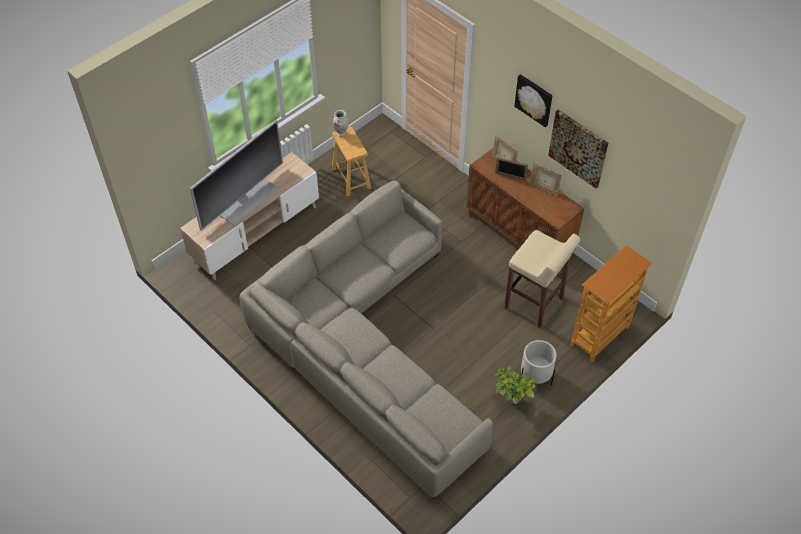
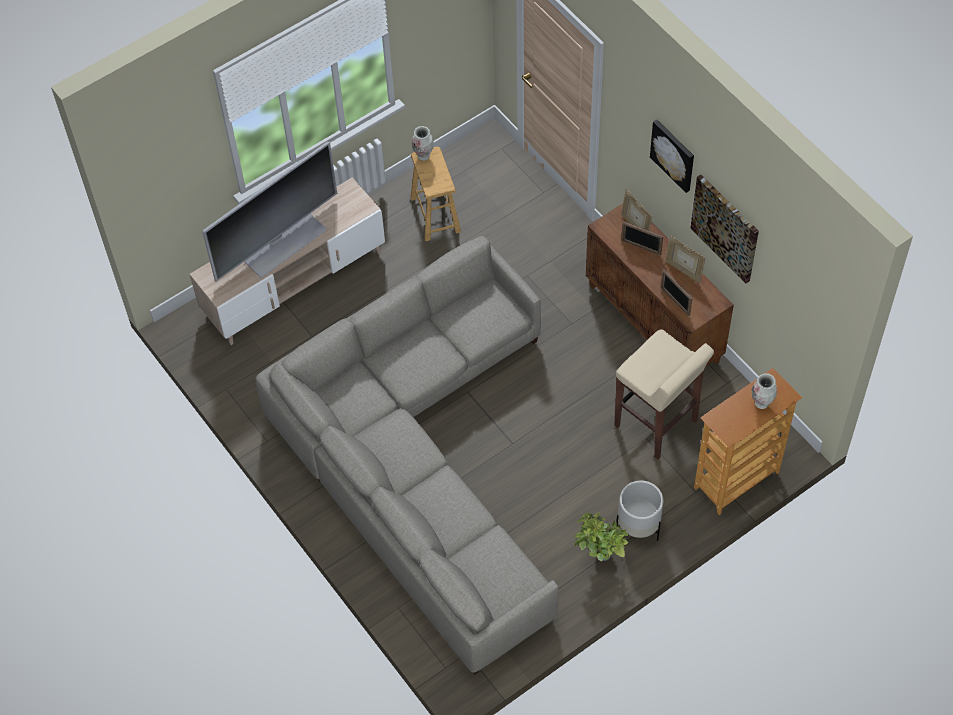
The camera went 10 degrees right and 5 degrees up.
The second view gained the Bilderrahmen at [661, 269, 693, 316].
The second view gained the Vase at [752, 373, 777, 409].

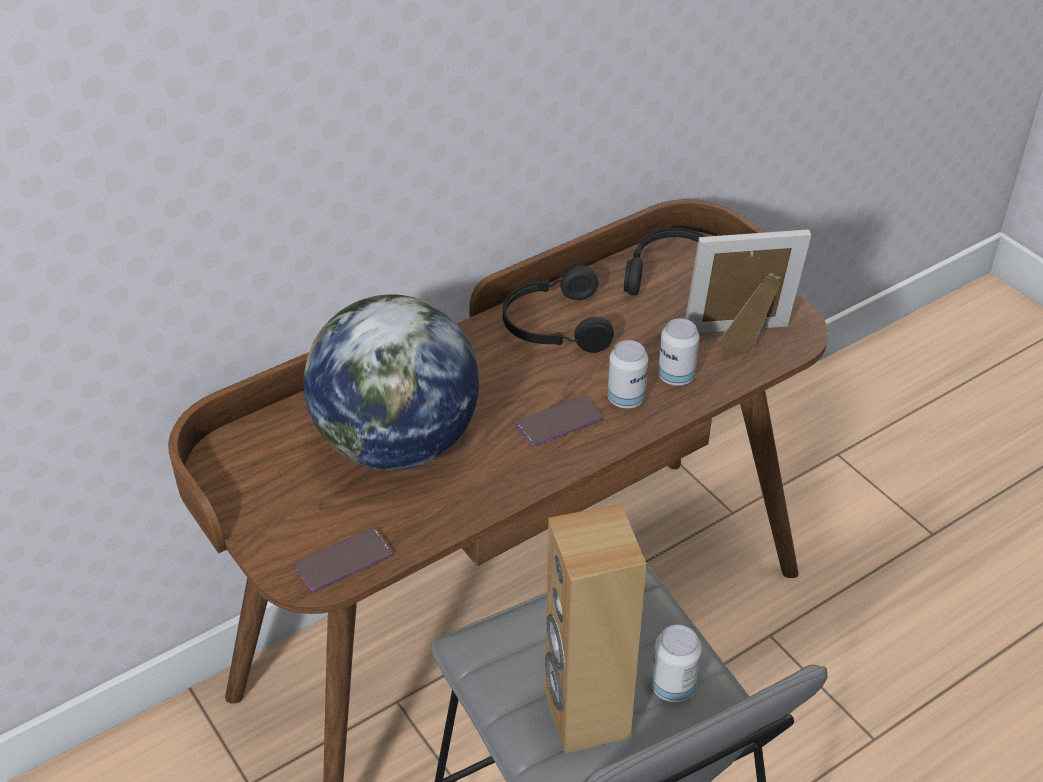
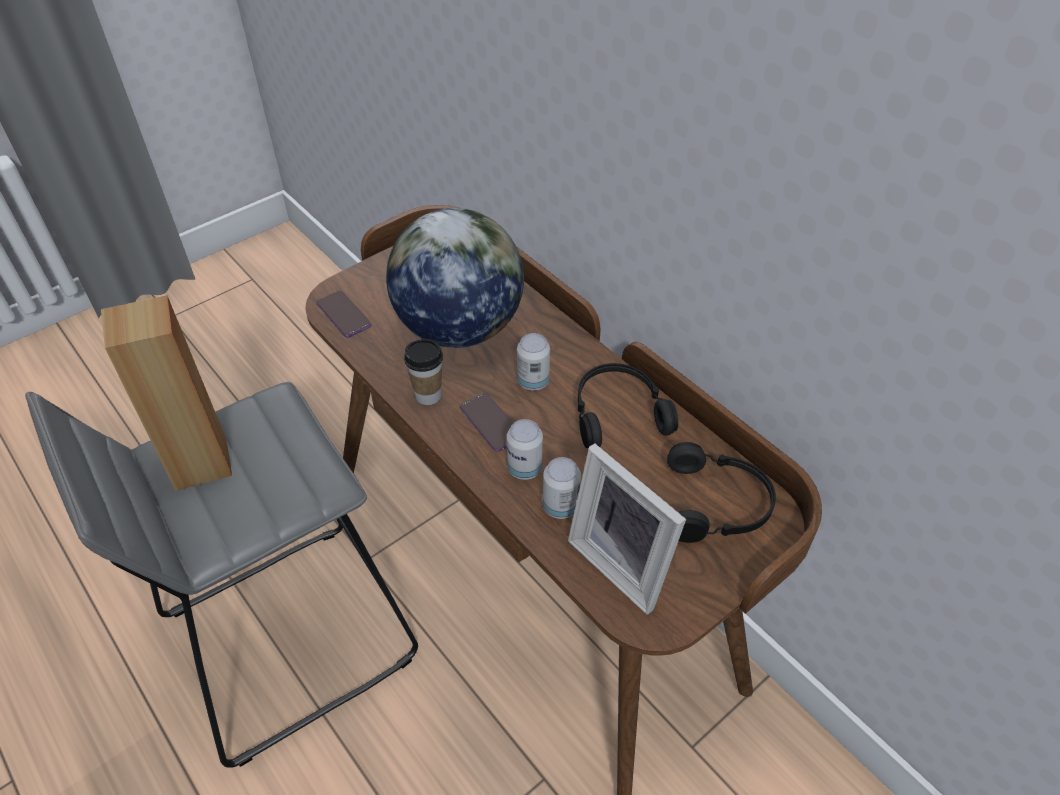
The camera went 85 degrees right and 5 degrees up.
The second view gained the Tasse at [404, 339, 443, 405].
The Dose ended up elsewhere, having gone from [651, 625, 702, 702] to [517, 333, 550, 391].
The Bilderrahmen at [685, 229, 811, 358] ended up facing another way, 150 degrees clockwise from before.

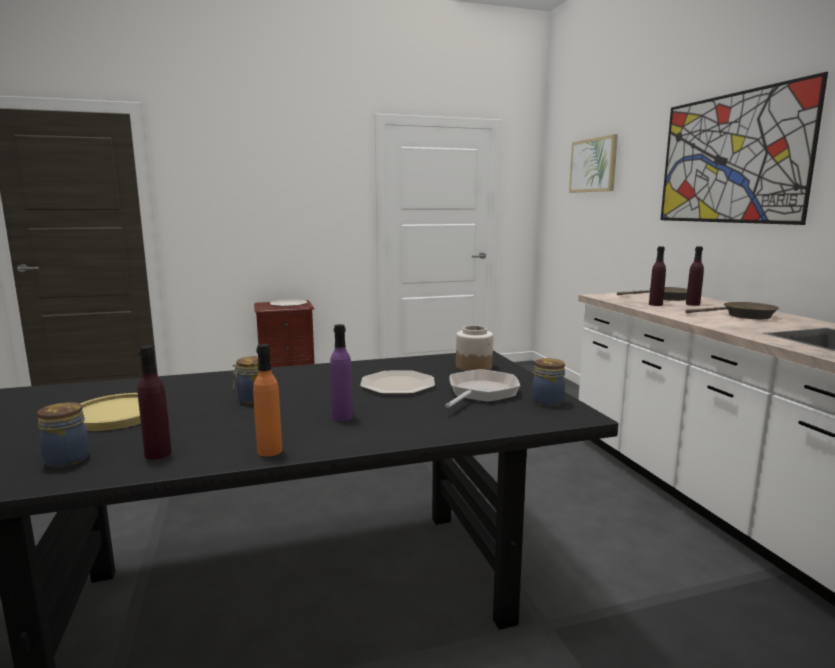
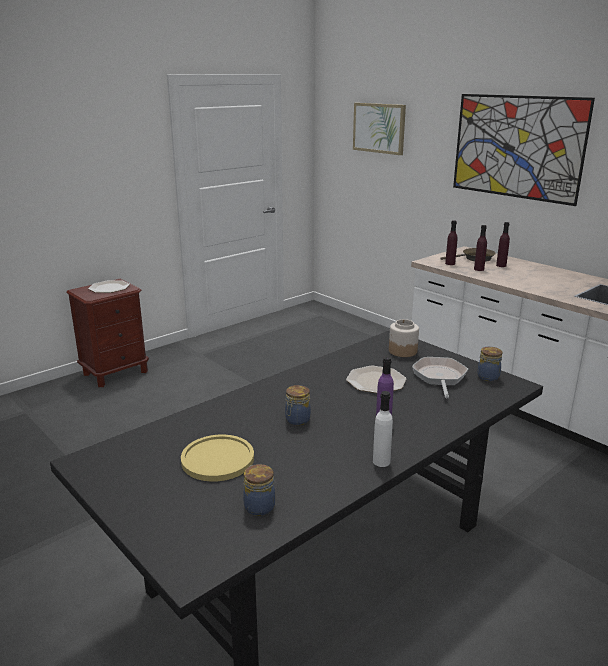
The camera went 25 degrees left and 10 degrees up.
What was the Flasche [orange] at [253, 344, 282, 457] turned into the Flasche [weiß] at [373, 391, 393, 467].
The Flasche [lila] ended up elsewhere, having gone from [138, 346, 172, 460] to [445, 220, 458, 265].
The second view lost the Pfanne [braun] at [686, 302, 779, 319].

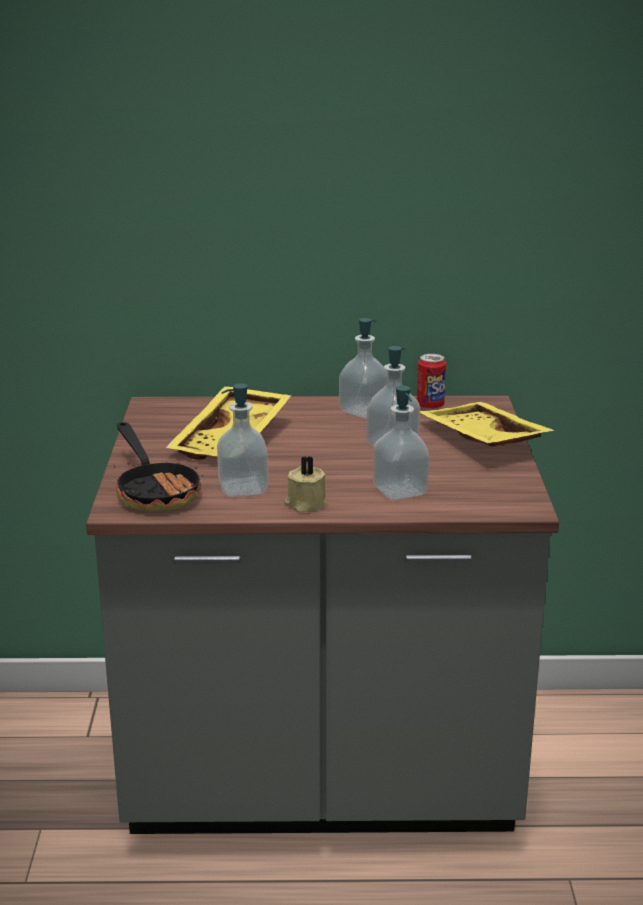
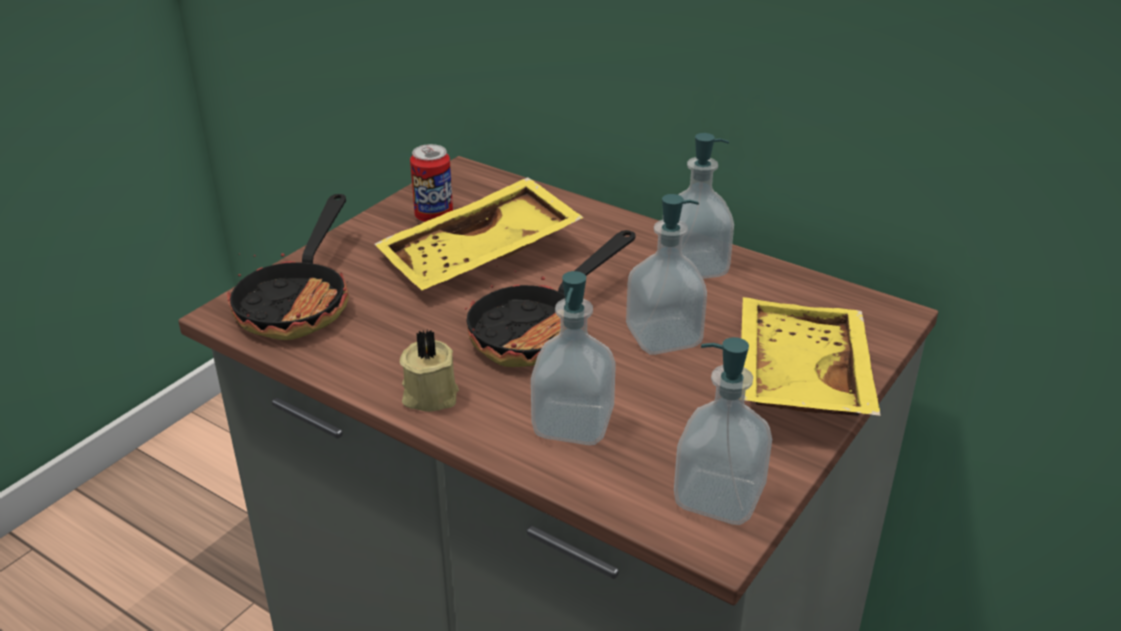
The camera went 35 degrees right and 10 degrees up.
The Dose ended up elsewhere, having gone from [417, 354, 446, 410] to [410, 144, 453, 222].
The second view gained the Pfanne at [465, 230, 636, 367].
The Seifenspender ended up elsewhere, having gone from [217, 383, 268, 497] to [674, 337, 772, 525].

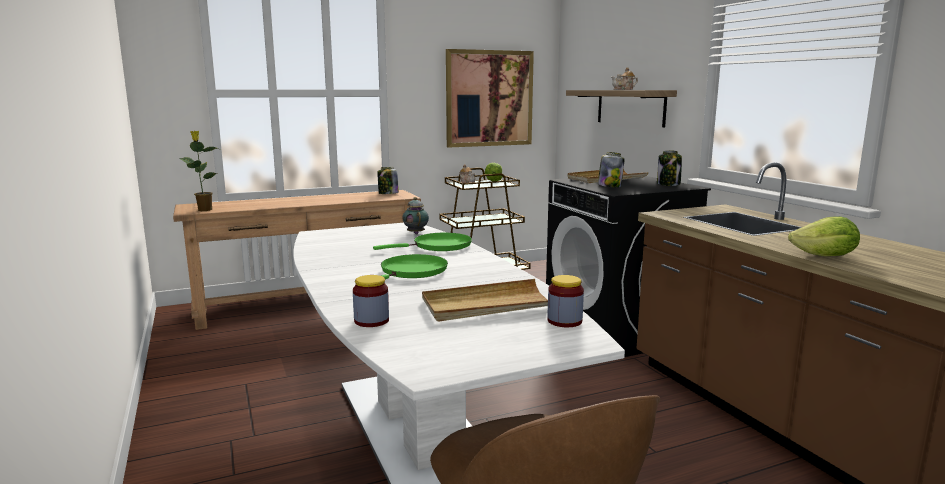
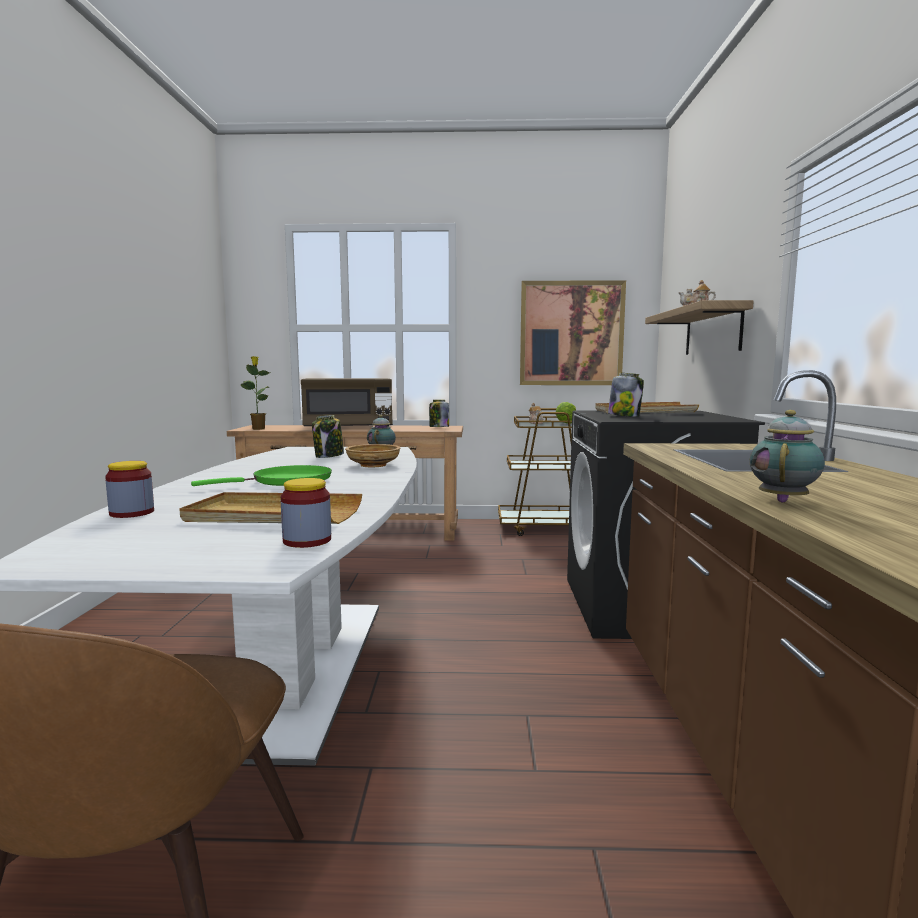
The camera went 25 degrees right and 5 degrees down.
The second view gained the Mikrowelle [braun] at [301, 378, 393, 427].
The Vorratsglas ended up elsewhere, having gone from [657, 150, 682, 186] to [312, 415, 344, 458].
Where the Pfanne [grün] stood at [373, 233, 472, 251], the Schüssel [beige] came to stand at [345, 444, 401, 467].
Where the Salatkopf stood at [788, 216, 860, 256], the Teekanne came to stand at [750, 410, 825, 502].

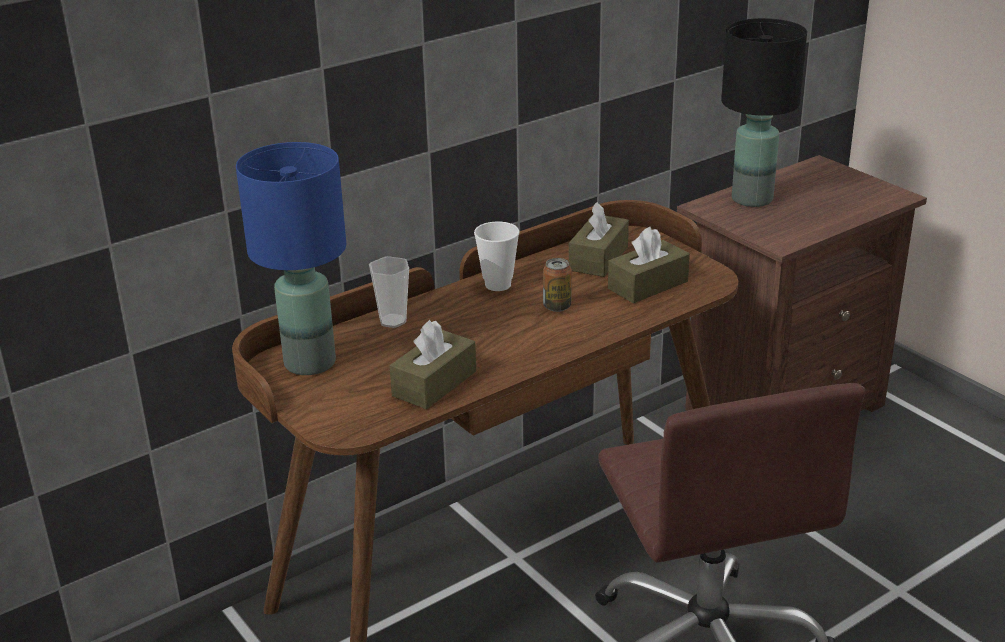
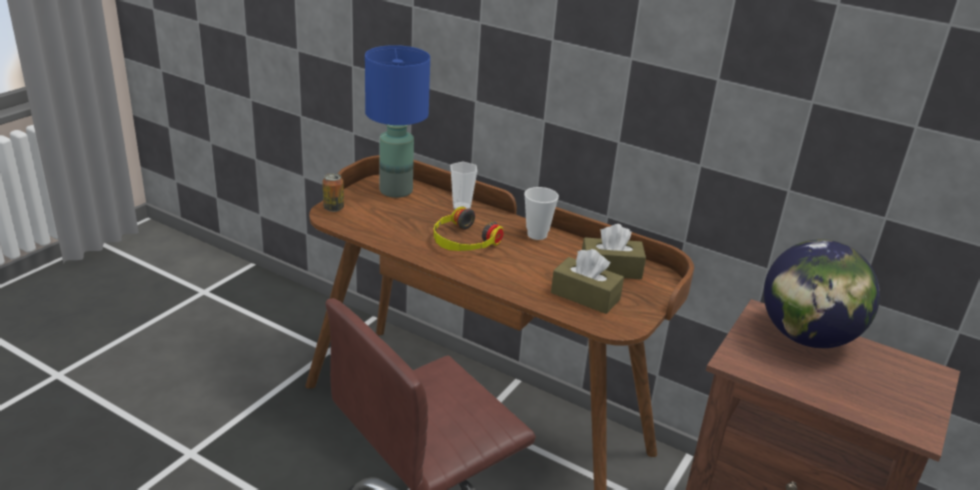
The camera went 65 degrees right and 0 degrees up.
The Dose ended up elsewhere, having gone from [543, 258, 572, 312] to [322, 173, 344, 212].
The second view gained the Kopfhörer at [433, 207, 504, 251].
Where the Tischlampe [schwarz] stood at [721, 18, 807, 207], the Globus came to stand at [764, 239, 880, 348].
The second view lost the Taschentuchbox [braun] at [389, 320, 476, 409].

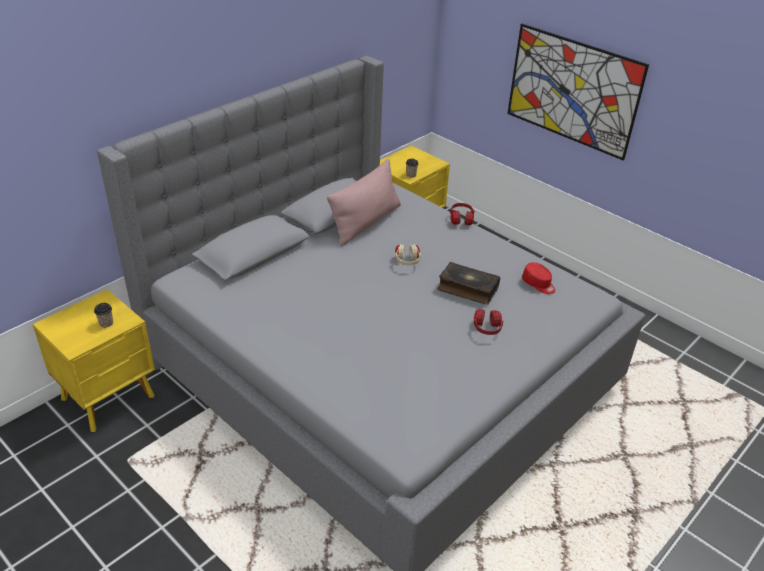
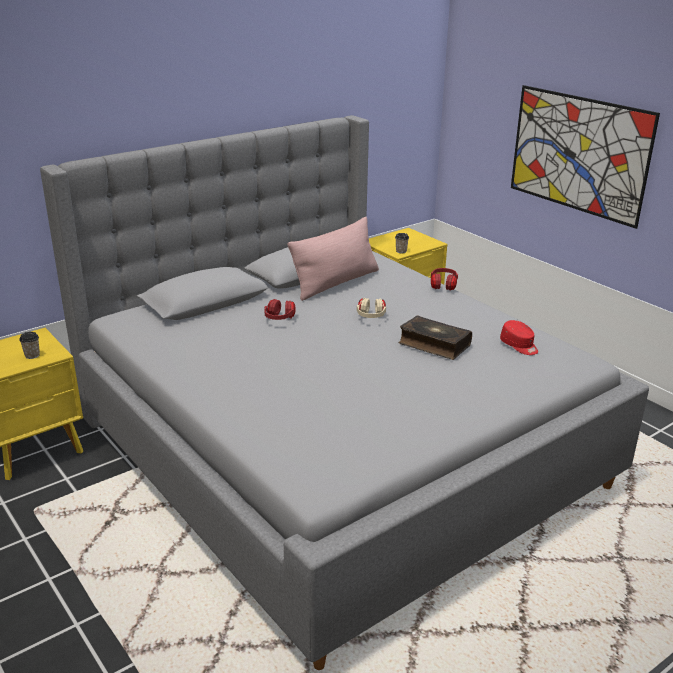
The camera went 10 degrees right and 10 degrees down.
The Kopfhörer [rot] ended up elsewhere, having gone from [474, 309, 503, 335] to [264, 299, 295, 320].

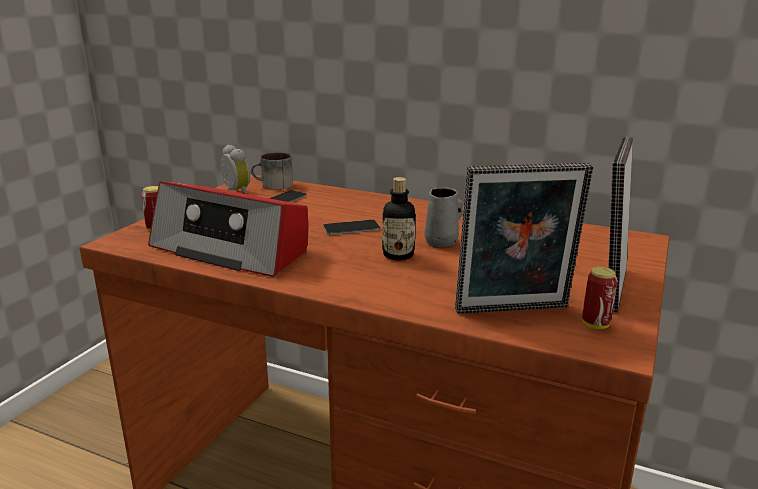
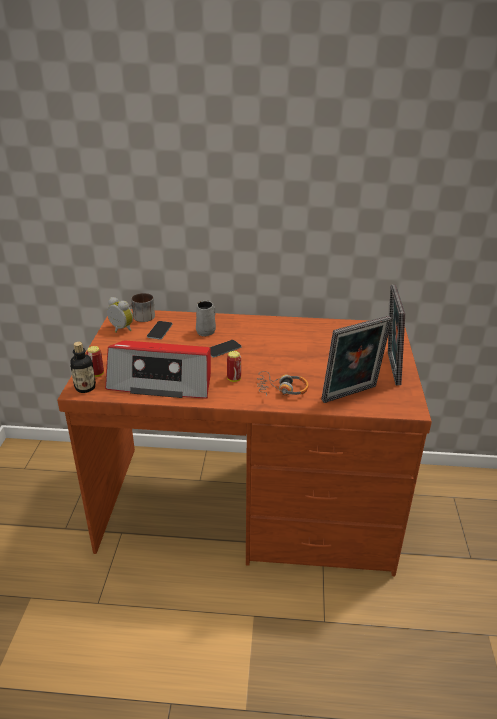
The camera went 20 degrees left and 10 degrees up.
The Flasche ended up elsewhere, having gone from [382, 177, 416, 261] to [70, 342, 96, 393].
The Henkelbecher [grau] ended up elsewhere, having gone from [424, 187, 463, 247] to [196, 301, 216, 336].
The Dose ended up elsewhere, having gone from [582, 267, 618, 329] to [227, 351, 241, 382].
The second view gained the Kopfhörer at [257, 371, 309, 397].

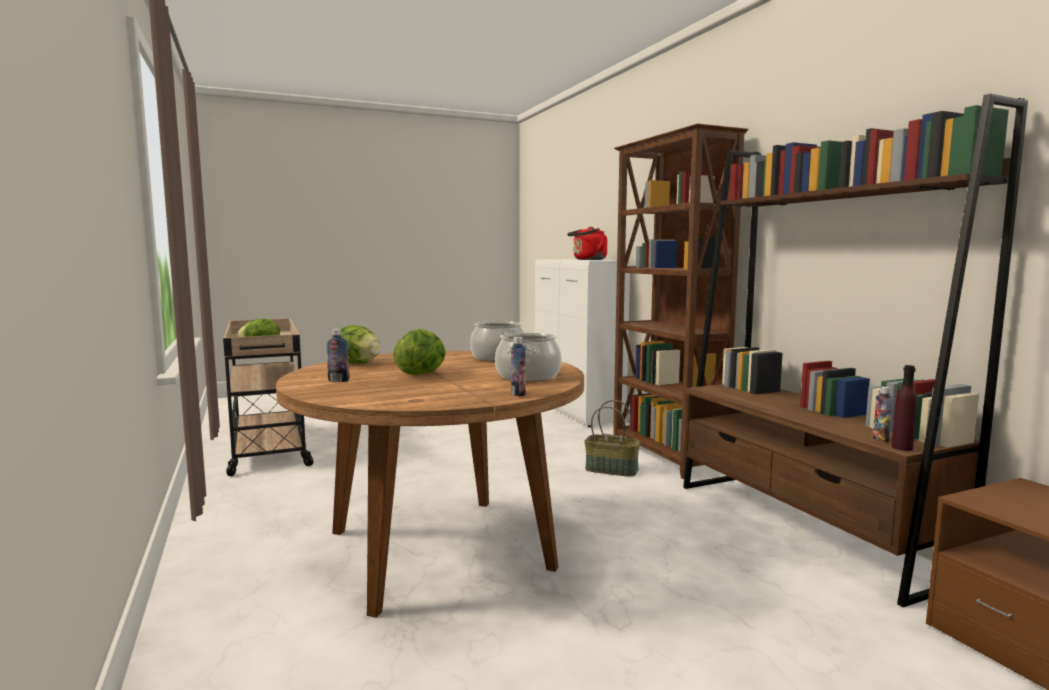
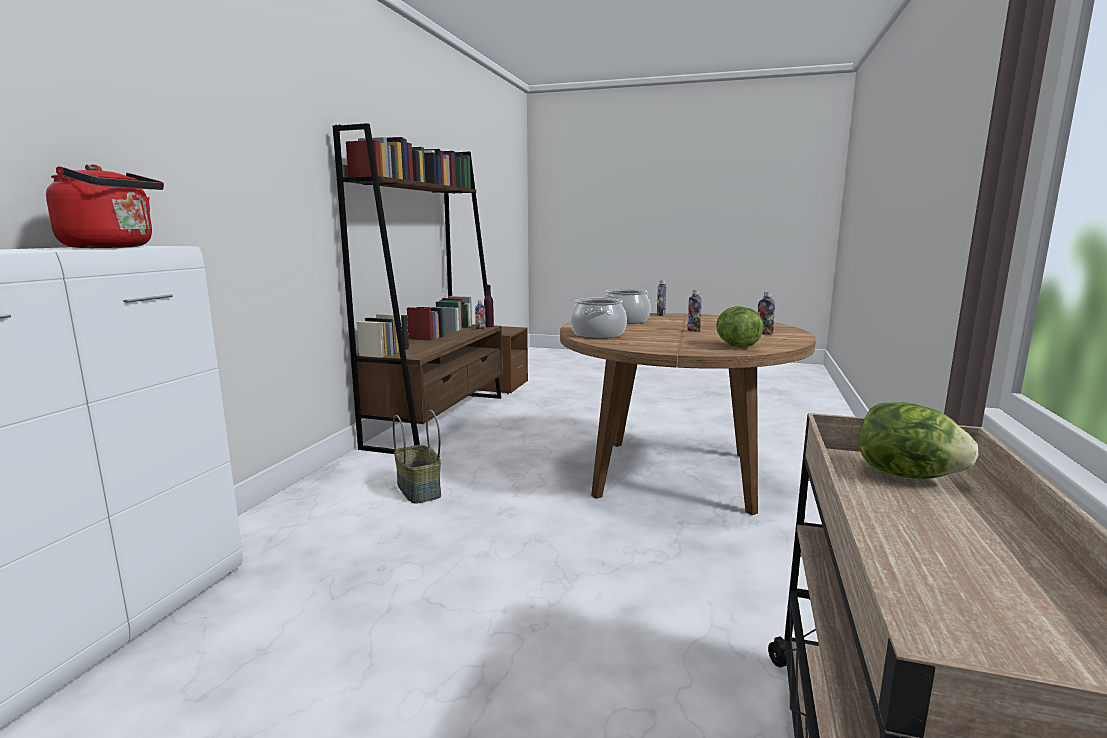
The camera went 140 degrees left and 5 degrees up.
Where the Salatkopf stood at [393, 329, 445, 375], the Flasche came to stand at [687, 290, 702, 332].
The second view lost the Bücherregal [braun] at [613, 124, 748, 479].

